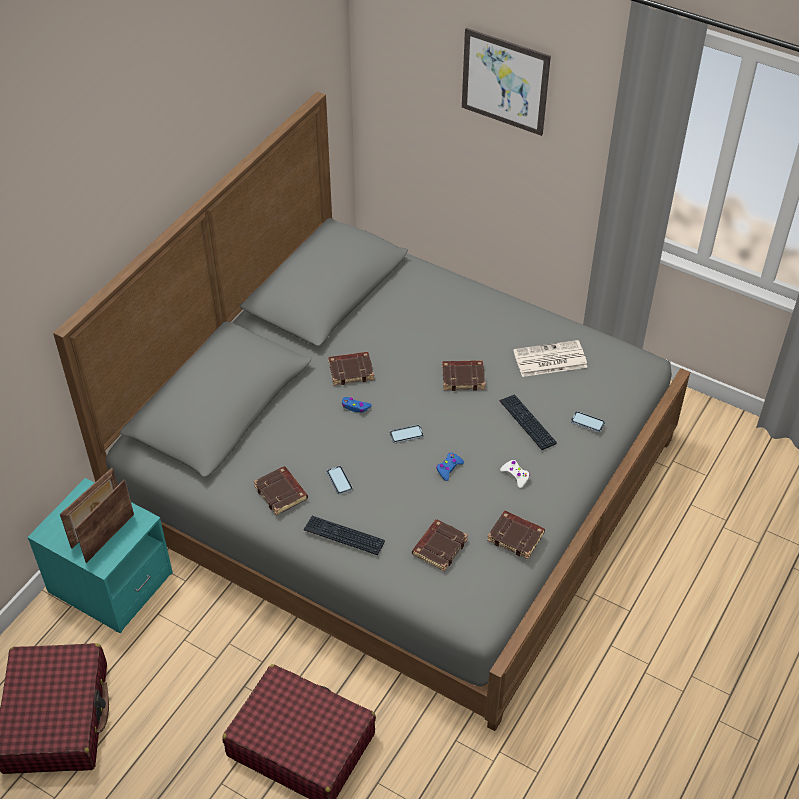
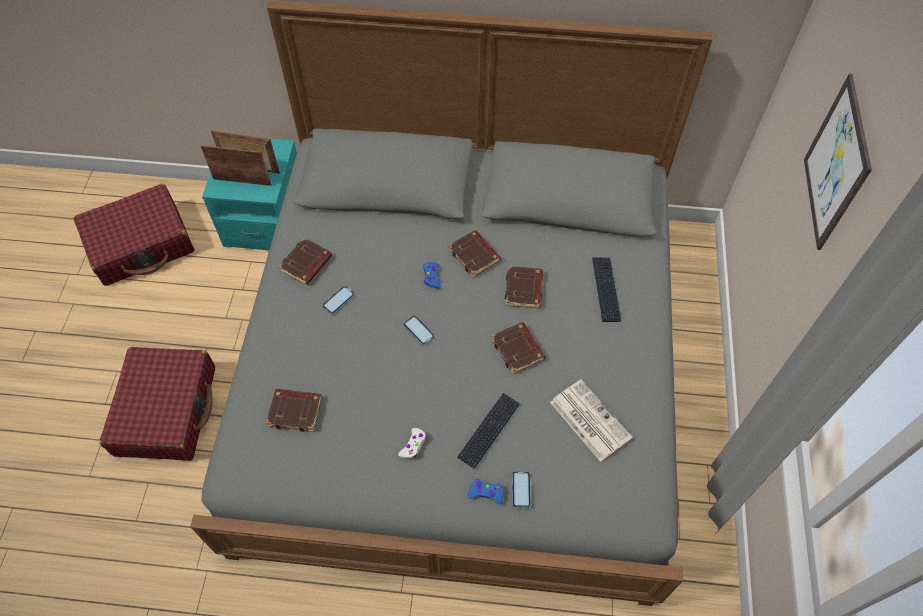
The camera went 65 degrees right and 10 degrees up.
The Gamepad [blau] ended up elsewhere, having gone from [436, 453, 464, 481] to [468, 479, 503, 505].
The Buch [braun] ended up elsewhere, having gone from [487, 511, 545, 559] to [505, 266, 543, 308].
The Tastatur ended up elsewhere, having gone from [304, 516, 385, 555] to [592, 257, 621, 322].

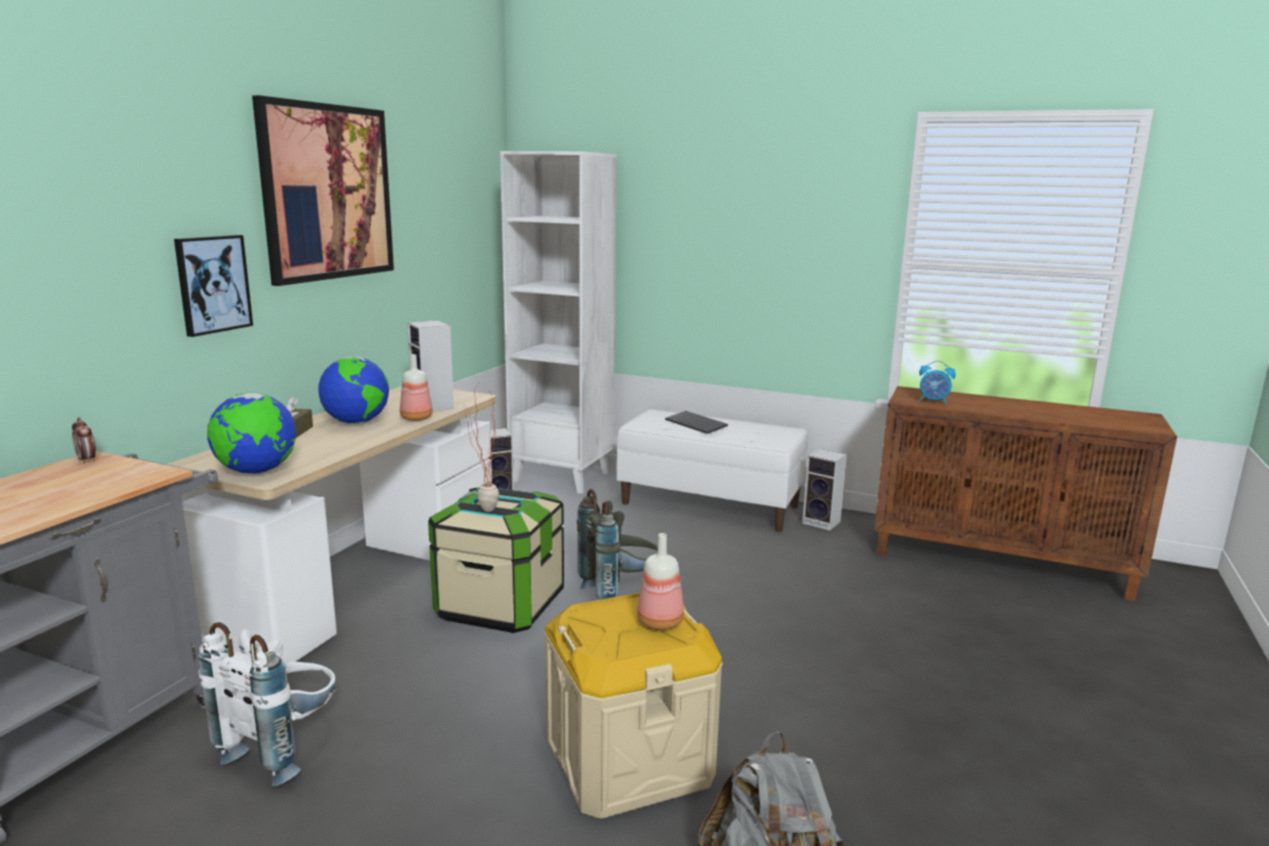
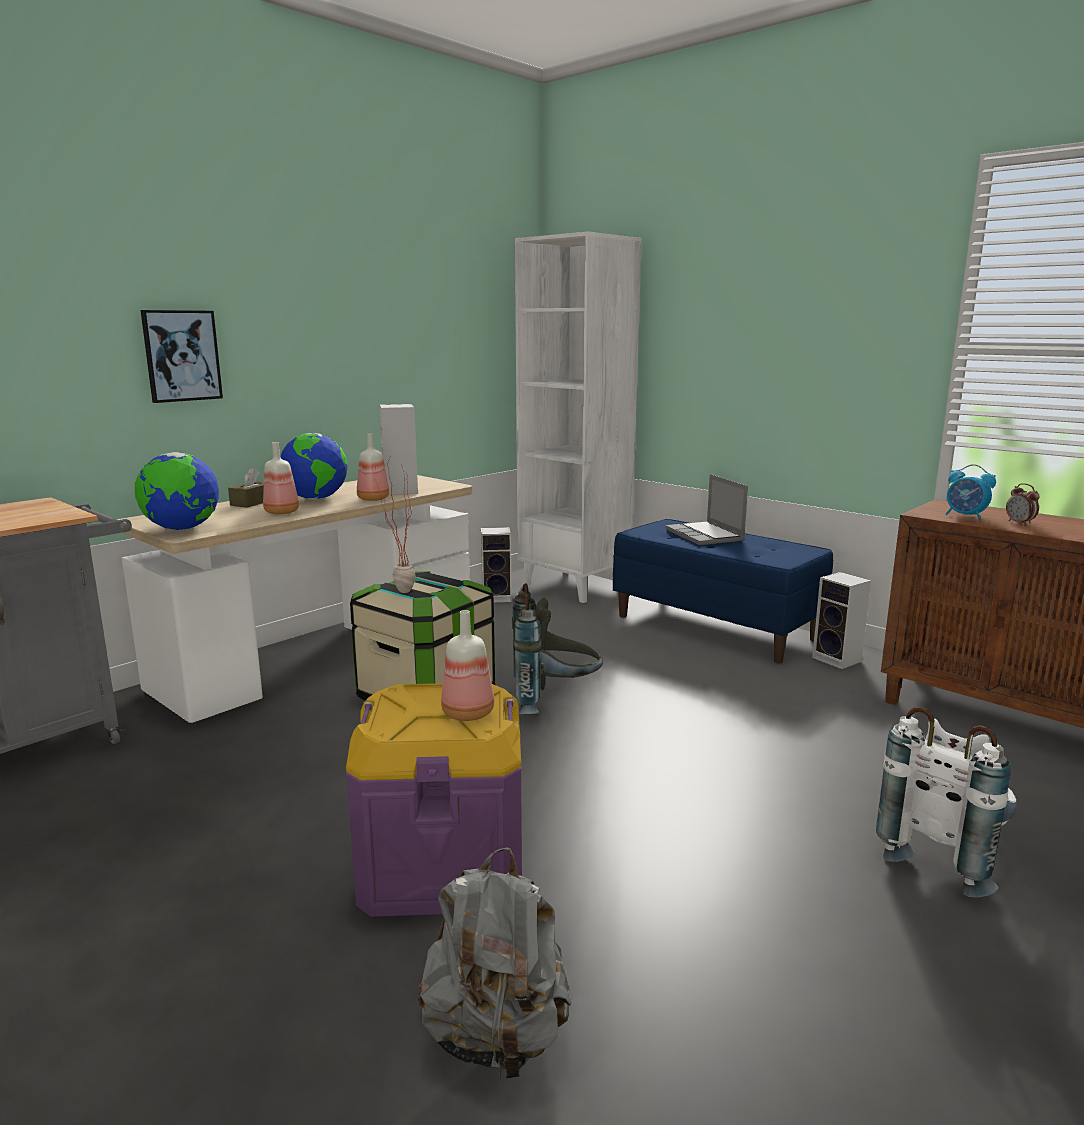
The camera went 20 degrees right and 0 degrees up.
The second view gained the Flasche at [263, 442, 299, 515].
What was the Aufbewahrungsbox [beige] at [544, 593, 723, 819] turned into the Aufbewahrungsbox [lila] at [346, 683, 522, 917].
What was the Bank [weiß] at [617, 409, 808, 532] turned into the Bank [blau] at [613, 519, 833, 663].
Where the Tastatur stood at [665, 411, 728, 434], the Laptop came to stand at [665, 474, 748, 545].
The Rucksack [weiß] ended up elsewhere, having gone from [198, 622, 337, 787] to [876, 706, 1017, 898].
The Wecker ended up elsewhere, having gone from [72, 417, 96, 464] to [1006, 483, 1040, 525].
The second view lost the Bild at [252, 95, 394, 286].

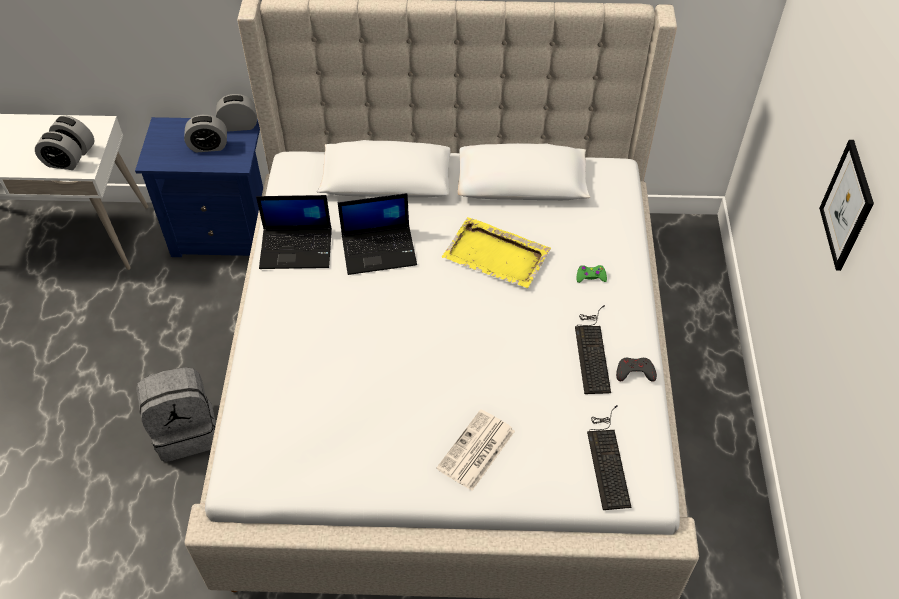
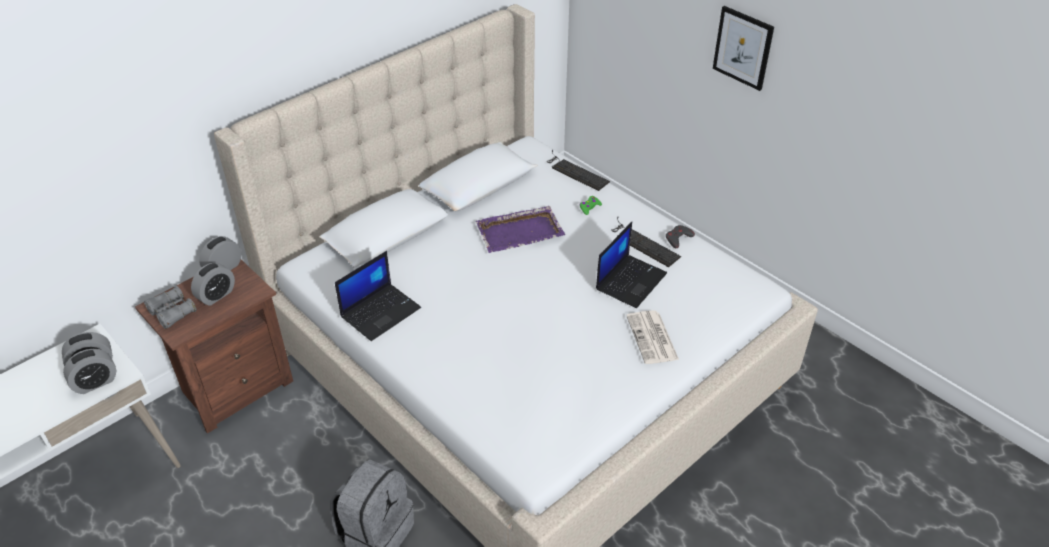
The camera went 45 degrees left and 10 degrees down.
What was the Nachttisch [blau] at [135, 117, 263, 257] turned into the Nachttisch [braun] at [135, 260, 293, 434].
The second view gained the Fernglas [grau] at [144, 286, 197, 329].
What was the Tablett [gelb] at [442, 217, 551, 288] turned into the Tablett [lila] at [476, 206, 565, 253].
The Tastatur ended up elsewhere, having gone from [587, 405, 631, 510] to [546, 150, 610, 191].
The Laptop ended up elsewhere, having gone from [338, 193, 417, 275] to [596, 222, 667, 308].

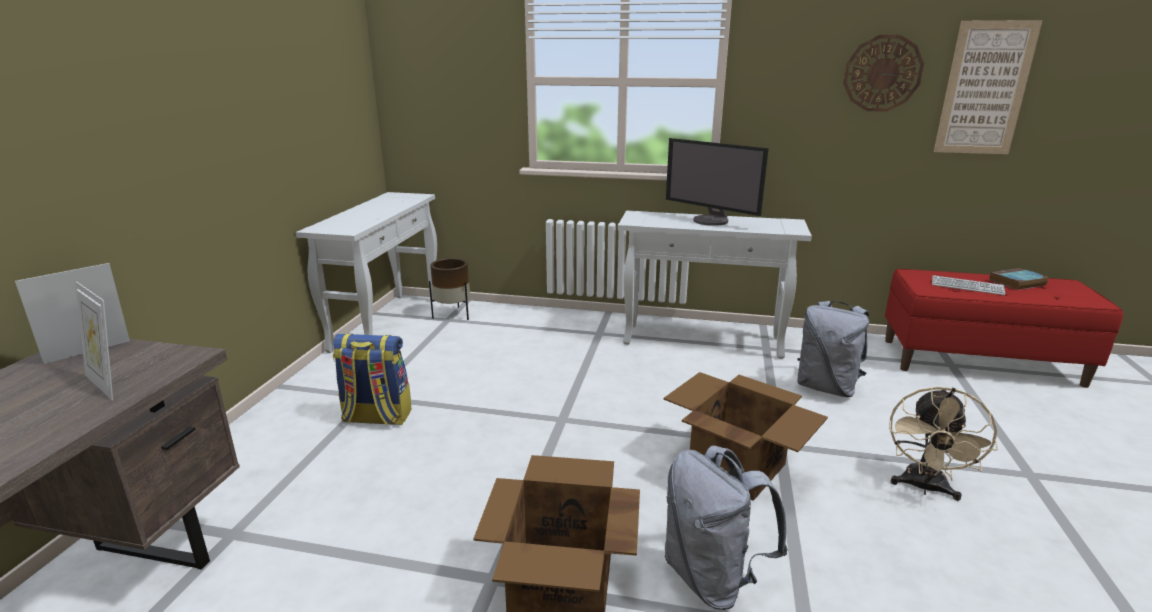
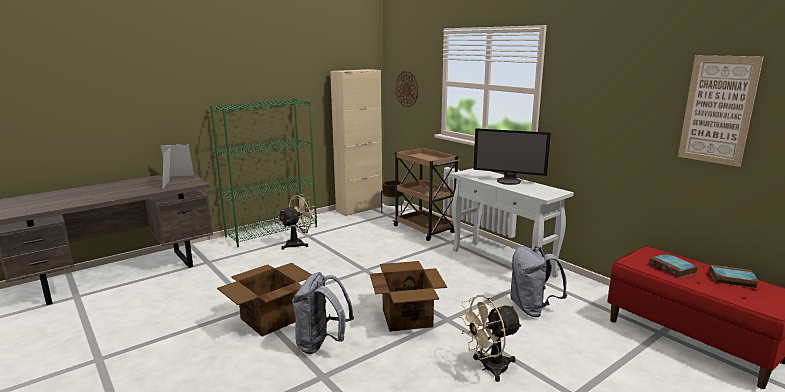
The camera went 40 degrees right and 5 degrees down.
The second view gained the Bücherregal [grün] at [210, 99, 317, 247].
Where the Rucksack stood at [333, 334, 411, 425], the Ventilator [beige] came to stand at [278, 194, 318, 250].
Where the Konsolentisch [weiß] stood at [296, 192, 437, 353], the Schrank [beige] came to stand at [330, 69, 382, 216].
The second view gained the Rollwagen [braun] at [393, 147, 460, 241].
The Wanduhr ended up elsewhere, having gone from [843, 35, 924, 112] to [395, 71, 418, 108].
The Monitor at [666, 138, 769, 226] ended up facing another way, 60 degrees counterclockwise from before.
Where the Tastatur stood at [932, 275, 1005, 295], the Buch came to stand at [649, 254, 699, 278].

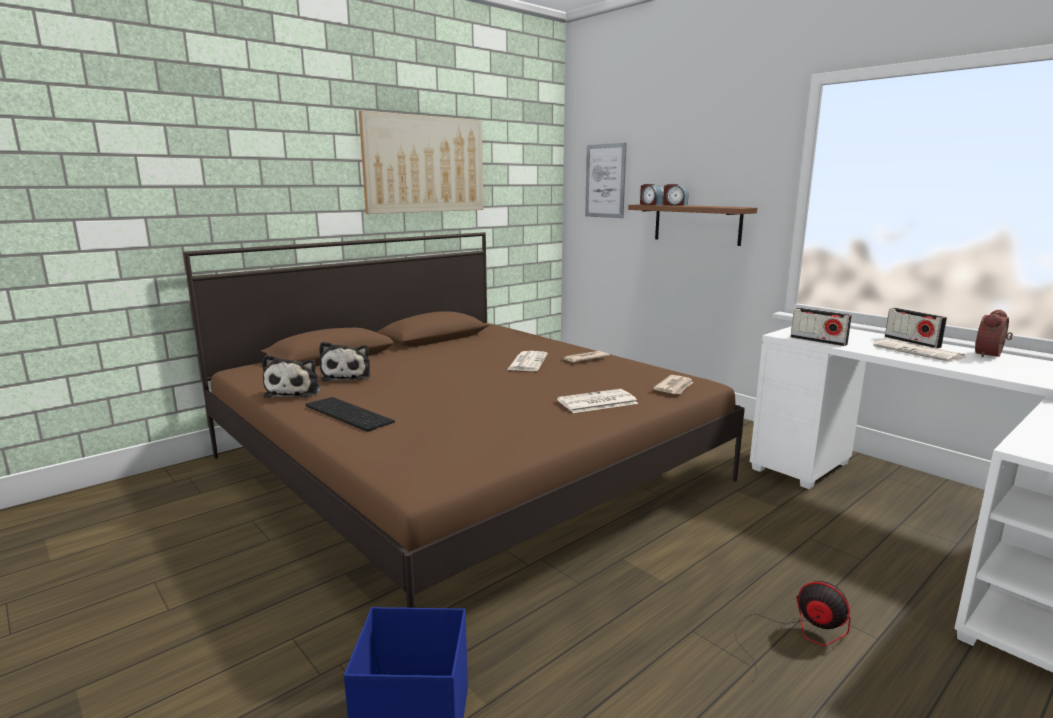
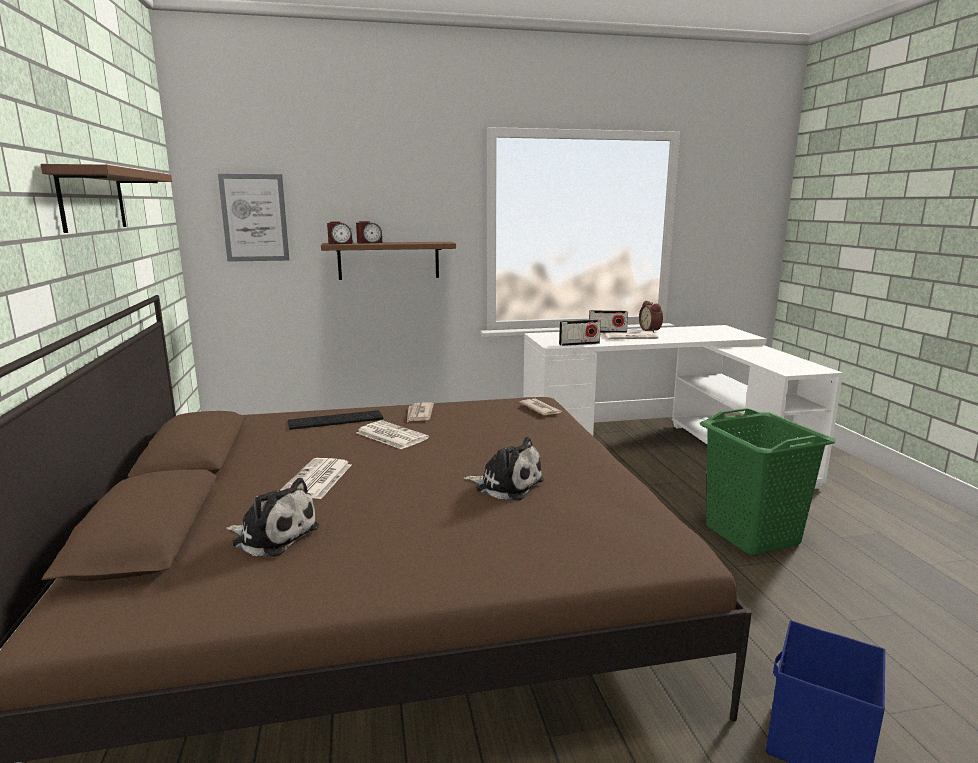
The camera went 60 degrees left and 0 degrees up.
Where the Bild hung at [359, 110, 483, 214], the Wandregal [braun] came to hang at [40, 164, 172, 233].
The Zeitung ended up elsewhere, having gone from [557, 389, 638, 413] to [280, 458, 351, 499].
The Tastatur ended up elsewhere, having gone from [305, 397, 395, 432] to [288, 410, 383, 430].
The Plüschtier ended up elsewhere, having gone from [262, 355, 321, 398] to [464, 437, 544, 500].
Where the Ventilator stood at [735, 581, 851, 685], the Wäschekorb [grün] came to stand at [700, 408, 836, 555].

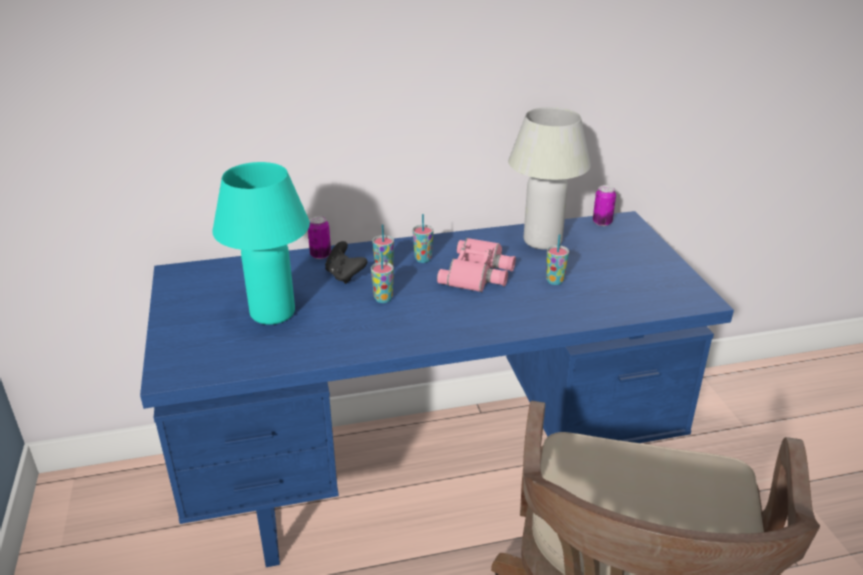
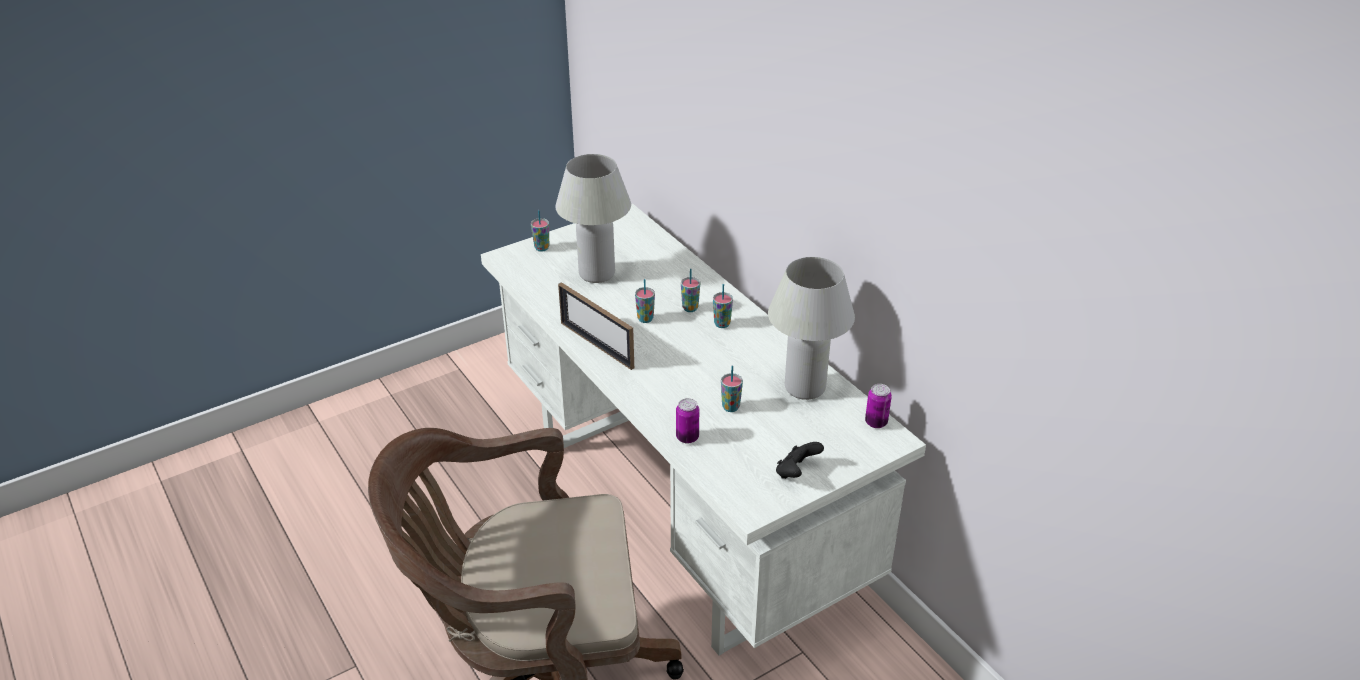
The camera went 70 degrees right and 5 degrees up.
What was the Schreibtisch [blau] at [140, 211, 734, 567] turned into the Schreibtisch [weiß] at [481, 204, 926, 656].
The second view gained the Tasse at [531, 210, 549, 252].
What was the Tischlampe [türkis] at [212, 162, 310, 325] turned into the Tischlampe [weiß] at [555, 154, 631, 283].
The second view gained the Bilderrahmen at [558, 282, 634, 370].
The Dose ended up elsewhere, having gone from [308, 216, 331, 259] to [676, 398, 699, 444].
The Gamepad [schwarz] ended up elsewhere, having gone from [325, 241, 367, 284] to [776, 442, 824, 479].
The second view lost the Fernglas [rosa] at [437, 238, 516, 292].

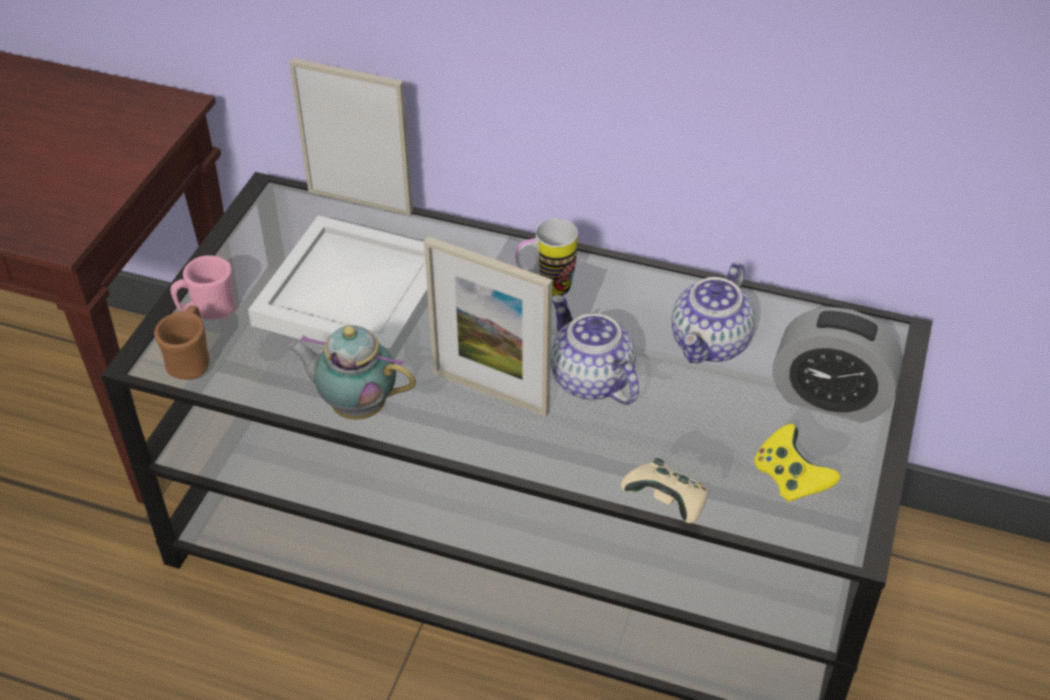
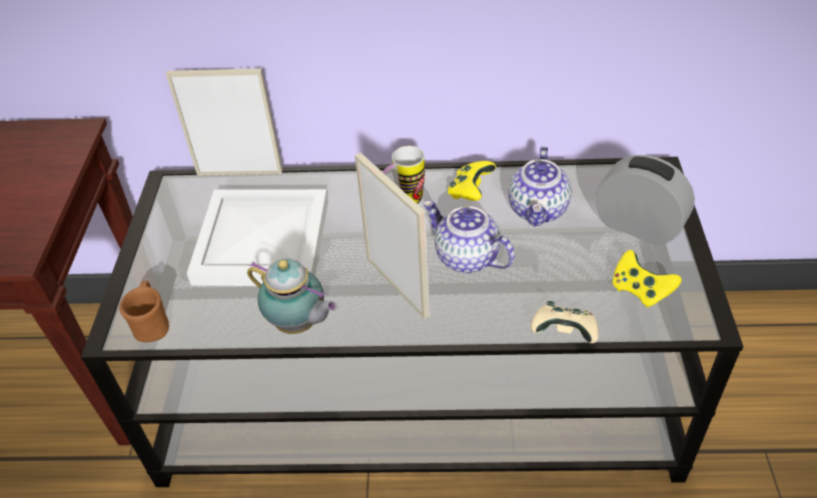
The camera went 15 degrees left and 0 degrees up.
The Teekanne at [287, 325, 416, 420] ended up facing another way, 150 degrees counterclockwise from before.
The Bilderrahmen at [424, 236, 552, 417] ended up facing another way, 135 degrees counterclockwise from before.
The second view gained the Gamepad [gelb] at [448, 161, 496, 201].
The Wecker at [773, 307, 903, 422] ended up facing another way, 150 degrees counterclockwise from before.
The second view lost the Henkelbecher [rosa] at [171, 255, 235, 320].

